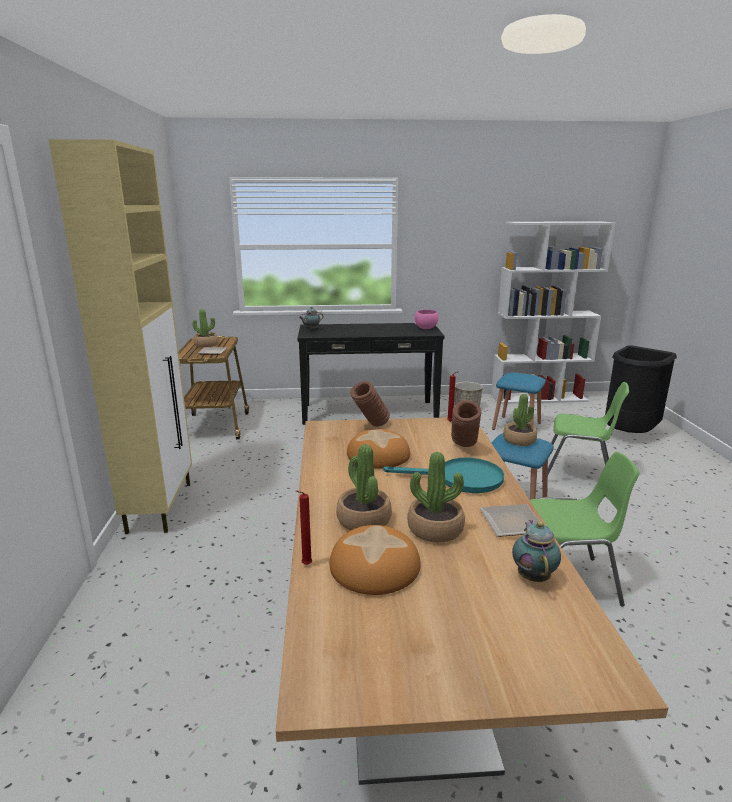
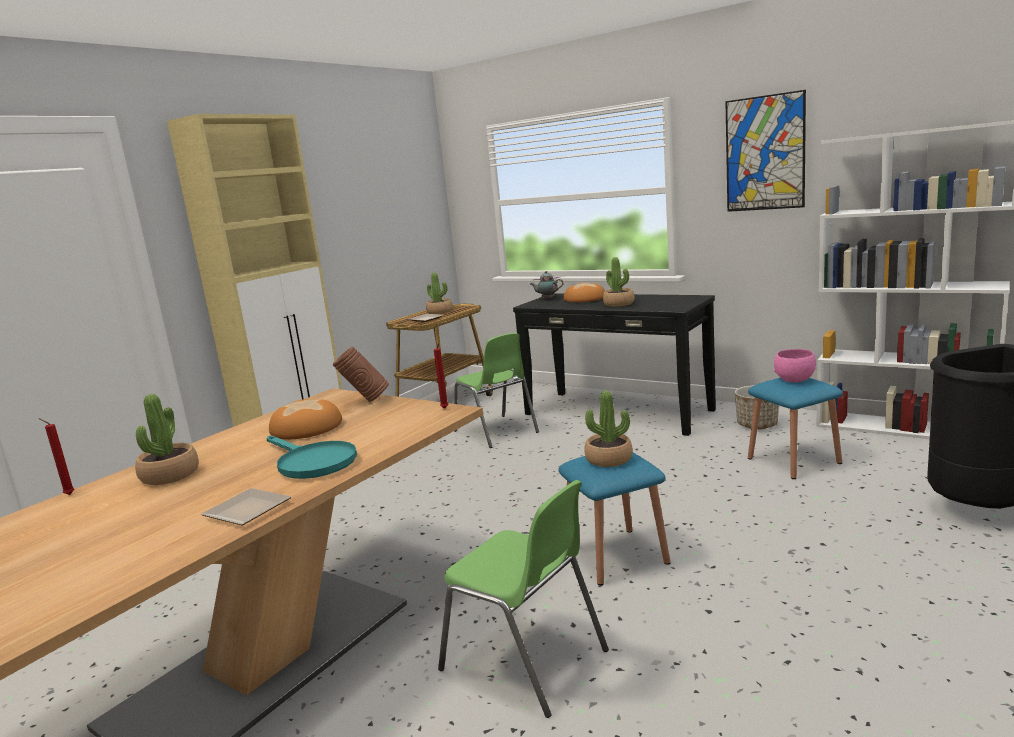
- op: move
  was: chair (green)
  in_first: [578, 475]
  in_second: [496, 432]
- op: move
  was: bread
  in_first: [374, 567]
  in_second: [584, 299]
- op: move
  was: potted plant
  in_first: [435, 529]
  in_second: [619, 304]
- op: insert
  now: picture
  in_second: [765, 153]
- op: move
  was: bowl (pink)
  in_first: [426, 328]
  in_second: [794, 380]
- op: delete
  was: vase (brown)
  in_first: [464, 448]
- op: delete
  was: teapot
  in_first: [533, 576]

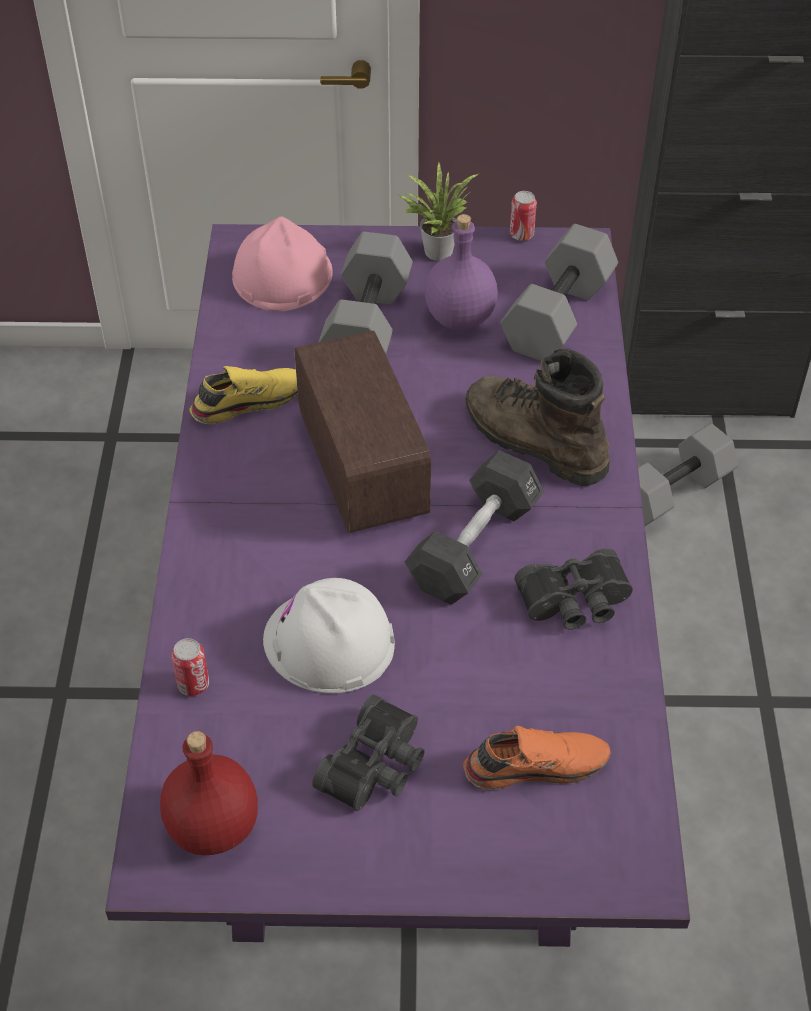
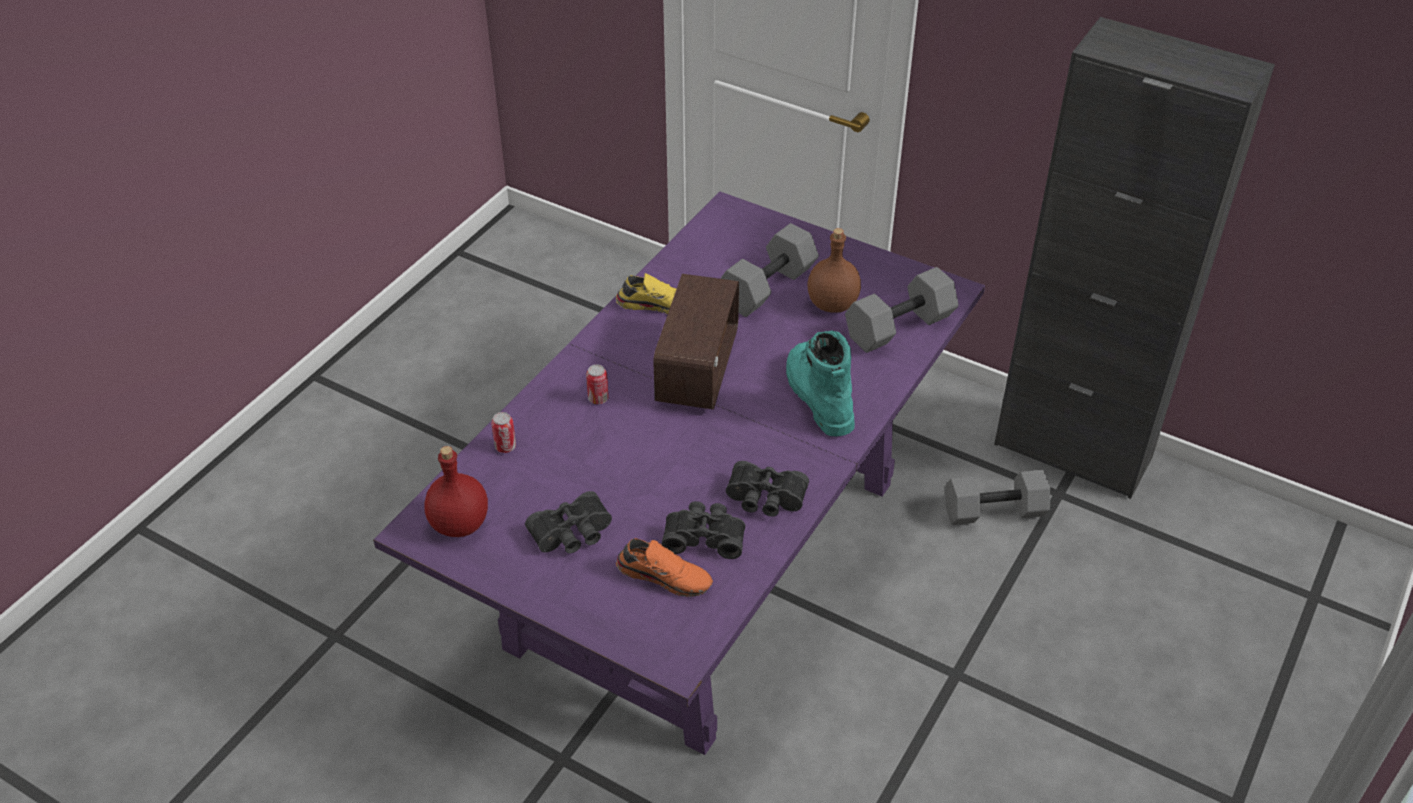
- op: move
  was: can
  in_first: [521, 235]
  in_second: [598, 399]
- op: insert
  now: binoculars (black)
  in_second: [704, 536]
- op: recolor
  was: boot (brown)
  now: boot (turquoise)
  in_first: [533, 441]
  in_second: [817, 396]
- op: recolor
  was: bottle (purple)
  now: bottle (brown)
  in_first: [460, 318]
  in_second: [832, 305]
- op: delete
  was: hard hat (pink)
  in_first: [281, 275]
- op: delete
  was: hard hat (white)
  in_first: [329, 642]
- op: delete
  was: potted plant
  in_first: [436, 249]
- op: delete
  was: dumbbell (black)
  in_first: [474, 546]

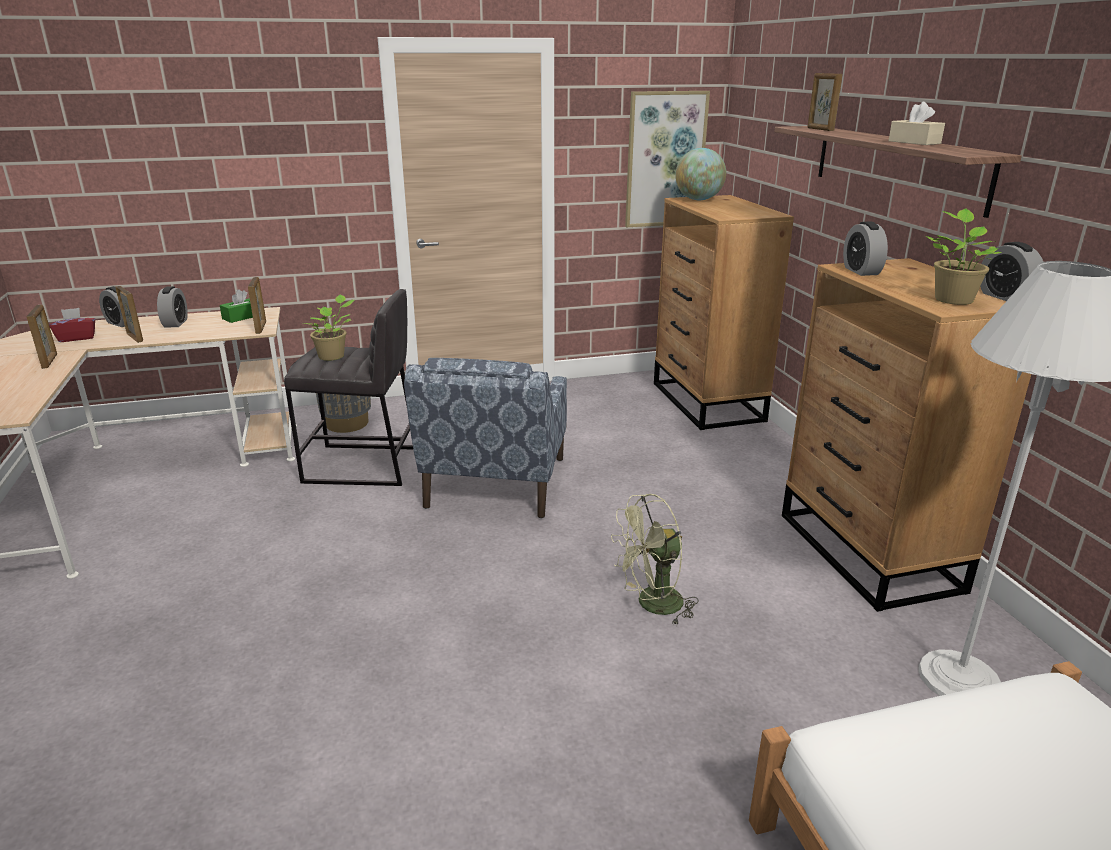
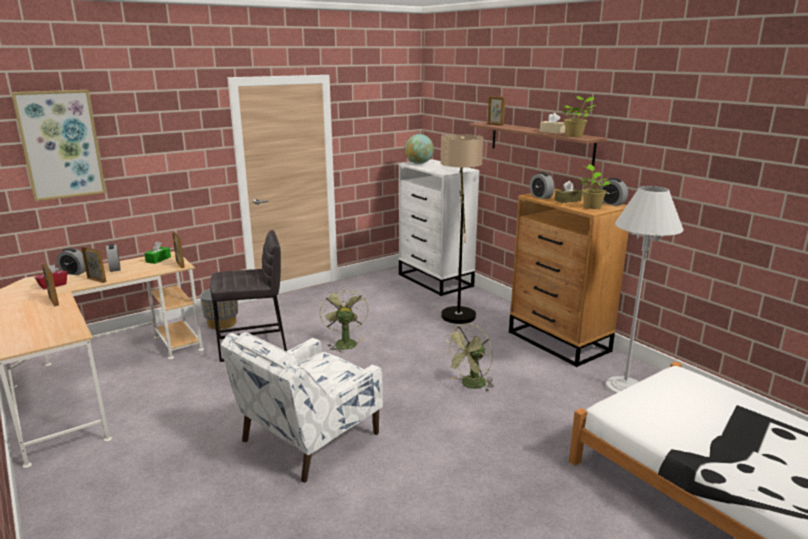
- op: move
  was: picture
  in_first: [665, 160]
  in_second: [61, 145]
- op: insert
  now: armchair (white)
  in_second: [308, 438]
- op: replace
  was: armchair (blue)
  now: fan (green)
  in_first: [495, 484]
  in_second: [344, 342]
- op: recolor
  was: dresser (brown)
  now: dresser (white)
  in_first: [707, 402]
  in_second: [435, 280]
- op: insert
  now: floor lamp
  in_second: [457, 310]
- op: insert
  now: tissue box (brown)
  in_second: [567, 200]
- op: move
  was: potted plant
  in_first: [333, 356]
  in_second: [575, 136]

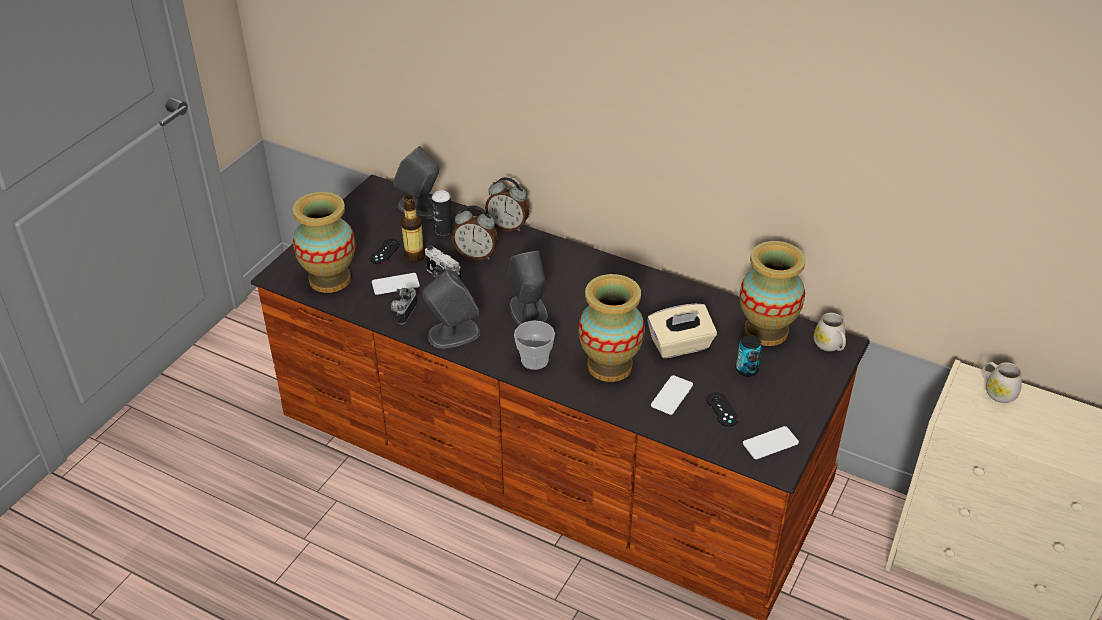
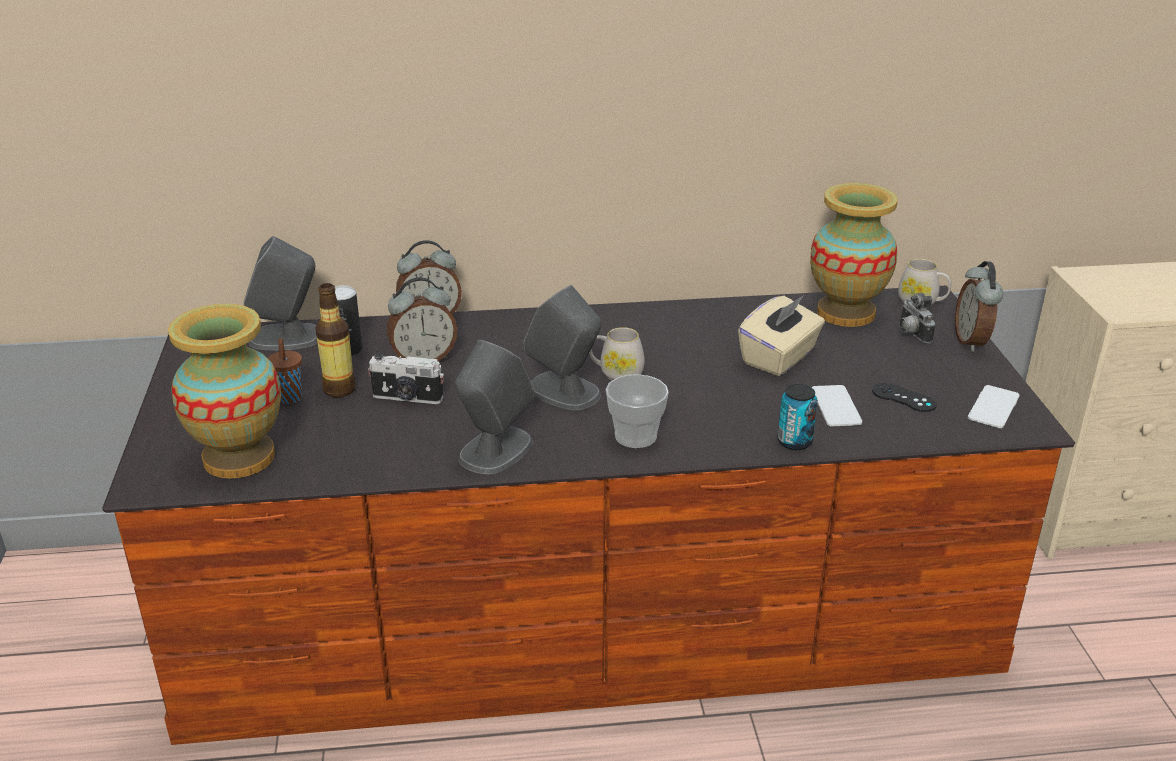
- op: replace
  was: game controller (black)
  now: cup (brown)
  in_first: [385, 251]
  in_second: [289, 399]
- op: move
  was: mug (white)
  in_first: [996, 392]
  in_second: [616, 373]
- op: move
  was: can
  in_first: [746, 370]
  in_second: [794, 442]
- op: move
  was: photo camera
  in_first: [404, 313]
  in_second: [911, 333]
- op: insert
  now: alarm clock
  in_second: [972, 342]
- op: delete
  was: phone
  in_first: [395, 284]
- op: delete
  was: vase
  in_first: [609, 366]

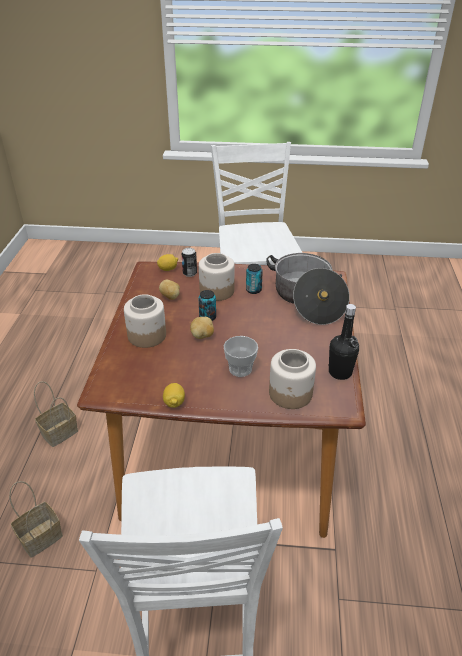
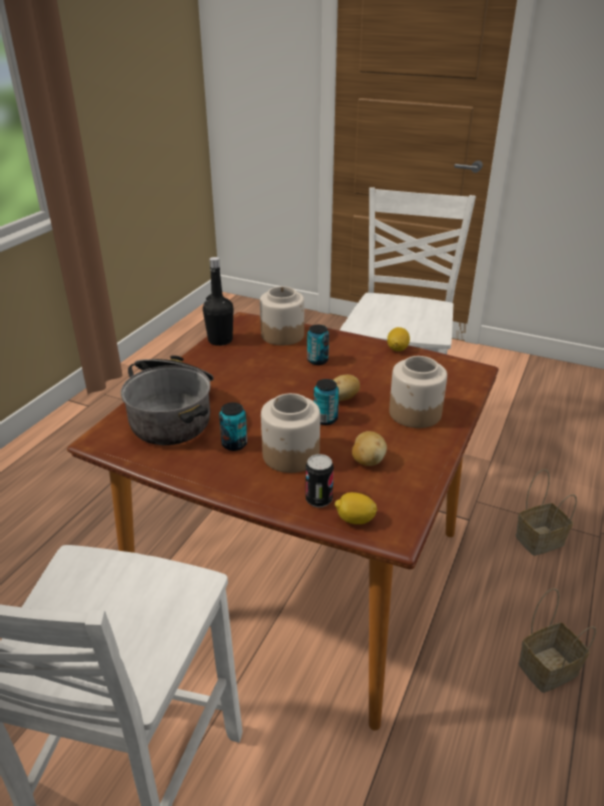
- op: replace
  was: cup
  now: can
  in_first: [240, 369]
  in_second: [317, 360]

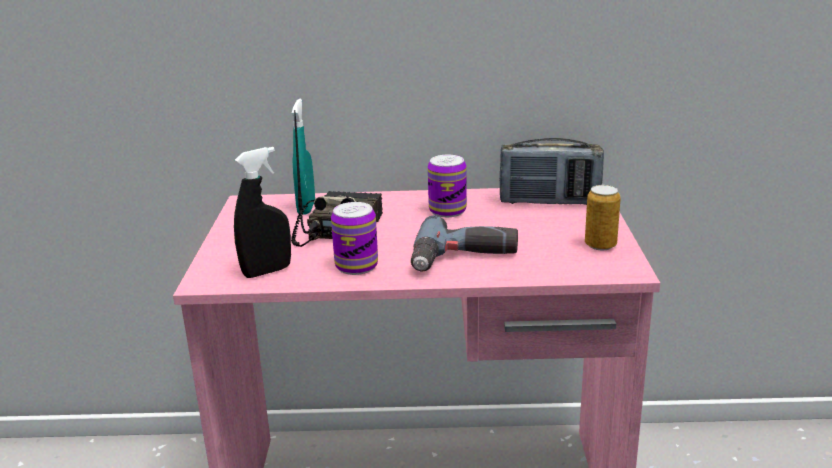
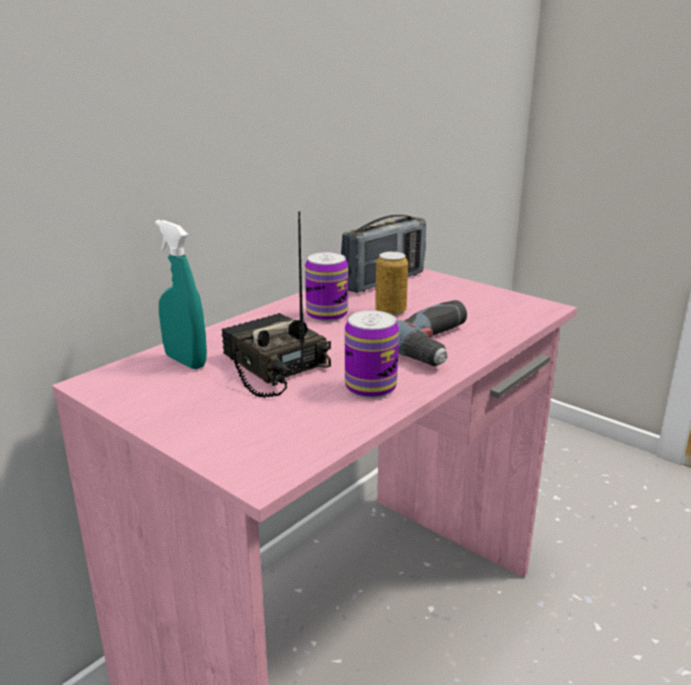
- op: move
  was: can
  in_first: [600, 245]
  in_second: [390, 311]
- op: delete
  was: spray bottle (black)
  in_first: [267, 271]

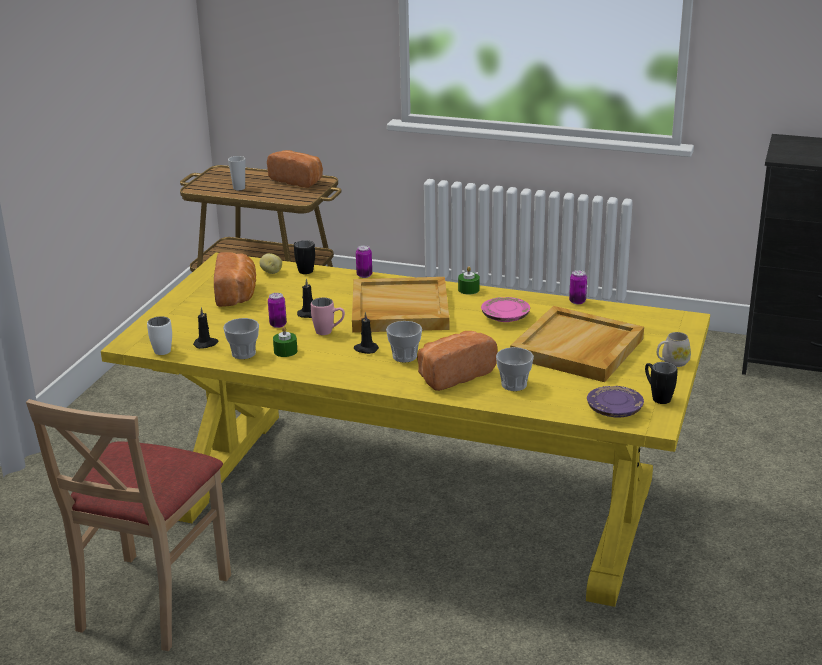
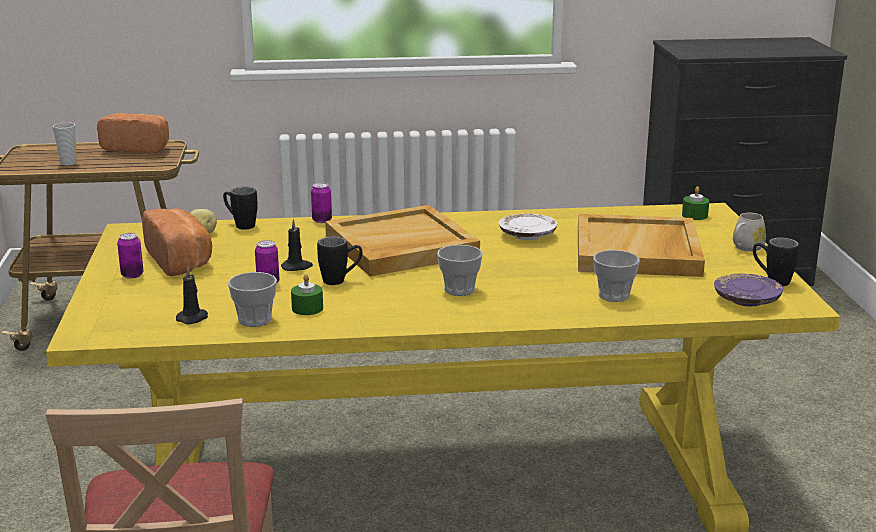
- op: move
  was: can
  in_first: [577, 301]
  in_second: [132, 275]
- op: recolor
  was: mug (pink)
  now: mug (black)
  in_first: [329, 332]
  in_second: [341, 280]
- op: recolor
  was: plate (pink)
  now: plate (white)
  in_first: [505, 317]
  in_second: [527, 235]
- op: move
  was: candle (green)
  in_first: [468, 289]
  in_second: [694, 215]
- op: delete
  was: mug (white)
  in_first: [162, 348]
- op: delete
  was: candle (black)
  in_first: [365, 349]
- op: delete
  was: bread
  in_first: [453, 374]

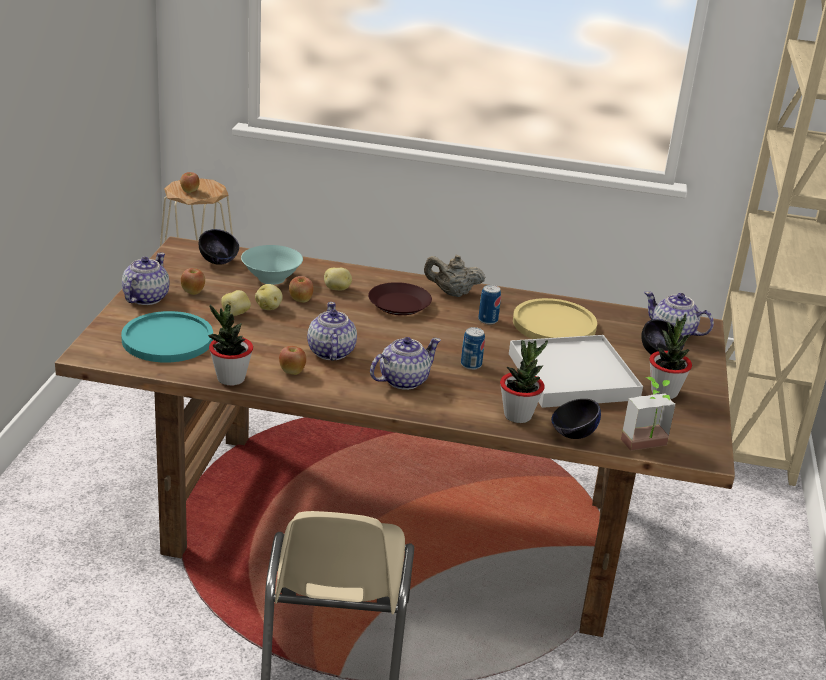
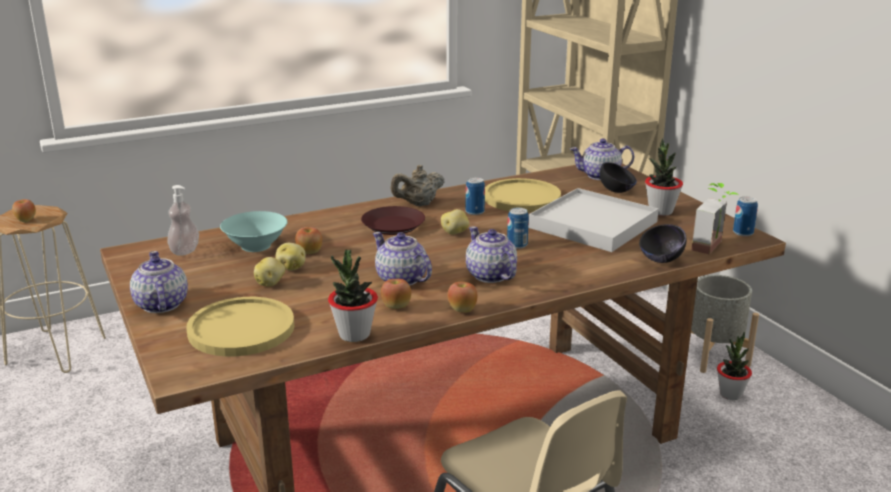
- op: replace
  was: bowl (black)
  now: soap dispenser
  in_first: [218, 262]
  in_second: [185, 251]
- op: recolor
  was: plate (turquoise)
  now: plate (yellow)
  in_first: [167, 339]
  in_second: [241, 329]
- op: move
  was: potato
  in_first: [337, 289]
  in_second: [455, 232]
- op: move
  was: apple
  in_first: [193, 292]
  in_second: [462, 310]
- op: rotate
  was: teapot
  in_first: [403, 380]
  in_second: [490, 276]
  clockwise: -45
- op: insert
  now: planter (grey)
  in_second: [712, 355]
- op: move
  was: potted plant
  in_first: [518, 415]
  in_second: [730, 394]
- op: insert
  now: can
  in_second: [743, 233]

